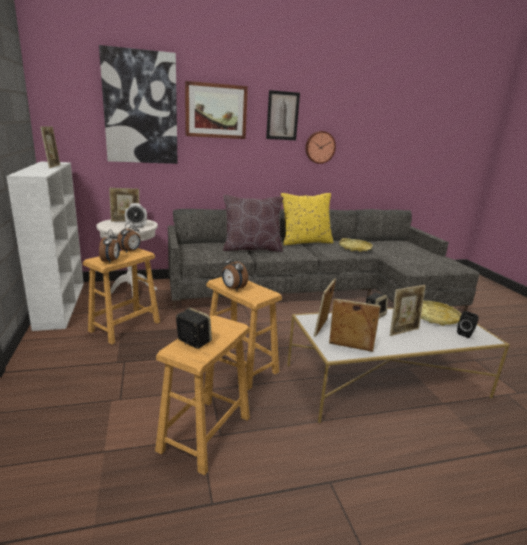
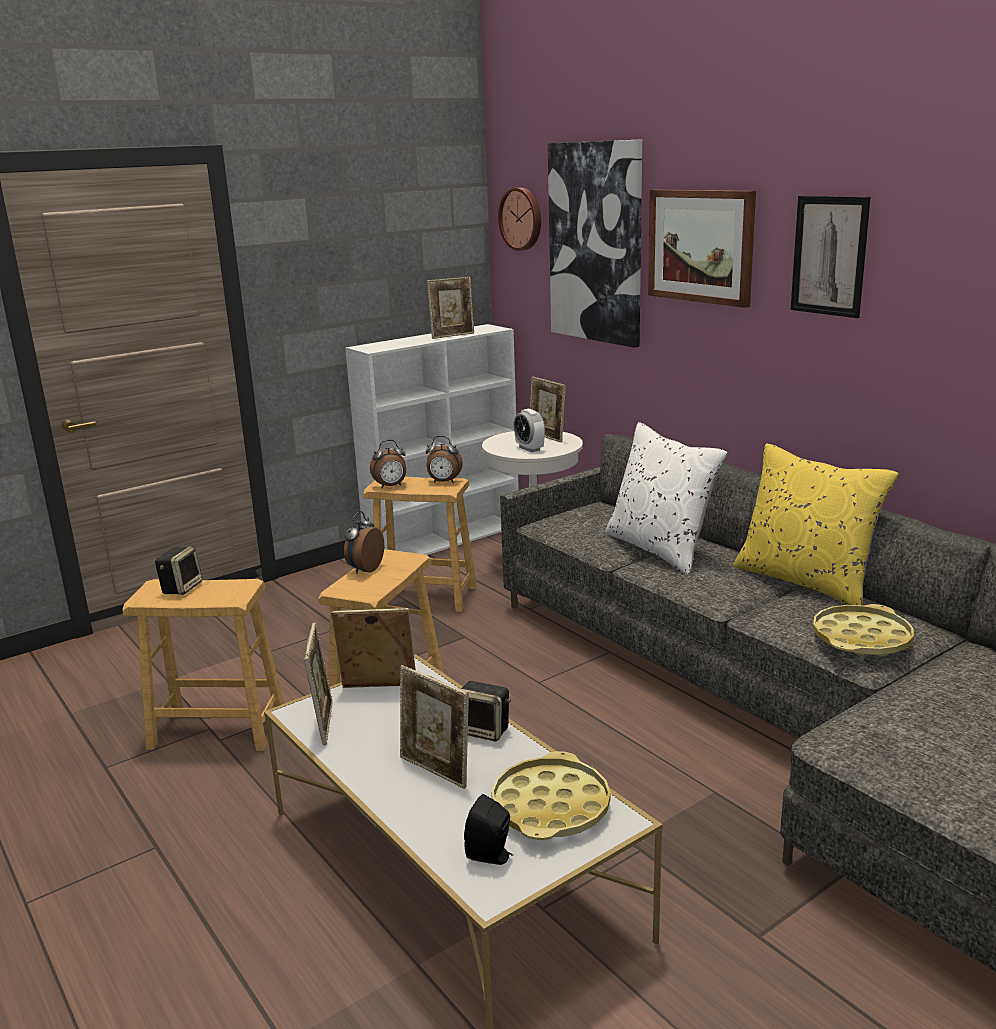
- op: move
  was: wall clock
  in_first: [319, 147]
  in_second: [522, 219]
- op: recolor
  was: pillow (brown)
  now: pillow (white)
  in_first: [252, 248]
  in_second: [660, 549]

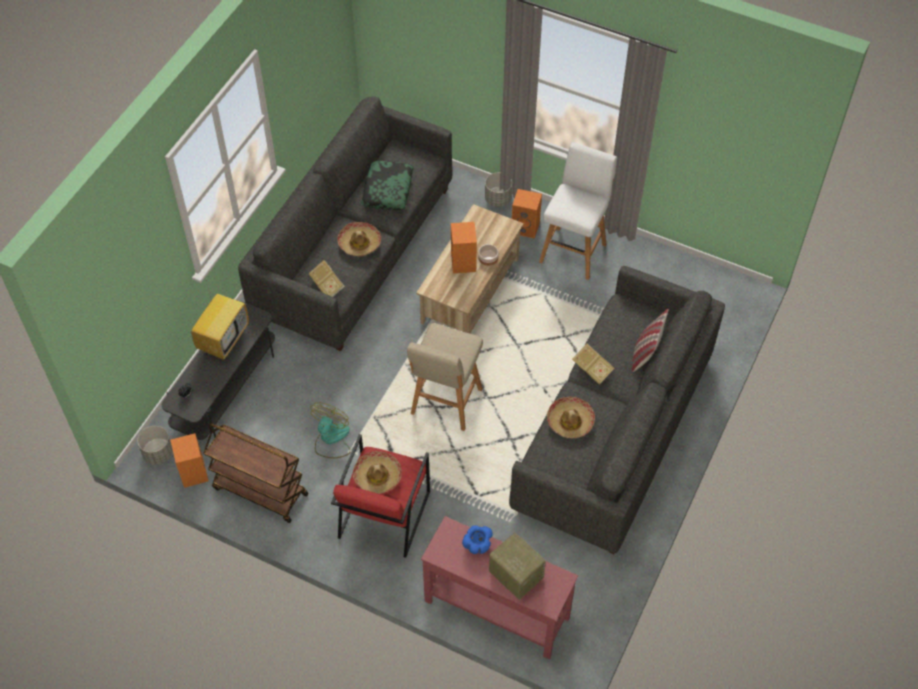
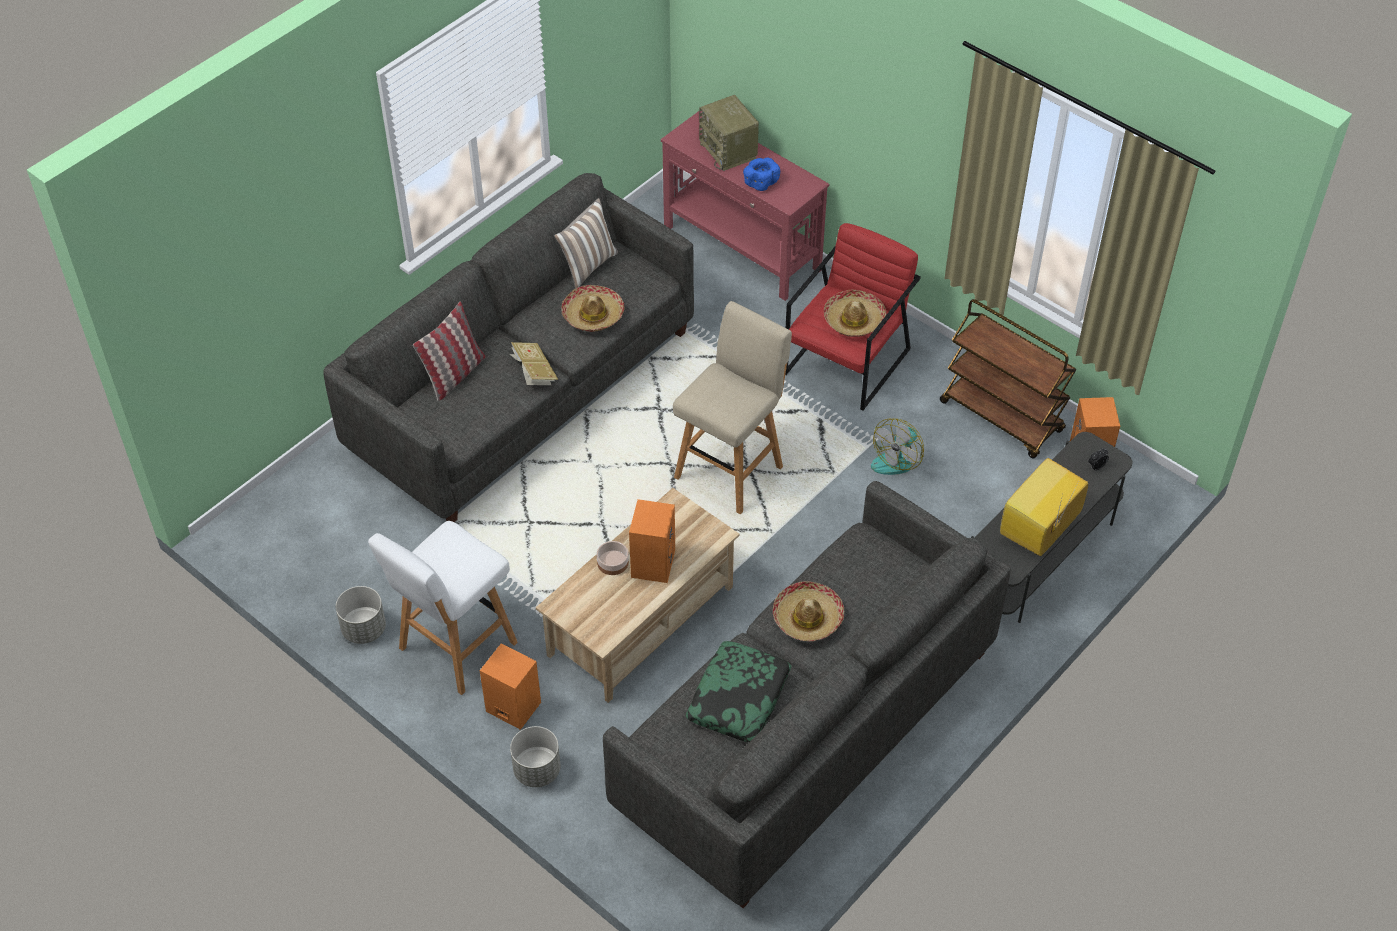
- op: move
  was: planter (grey)
  in_first: [158, 453]
  in_second: [363, 629]
- op: insert
  now: pillow
  in_second: [587, 266]
- op: delete
  was: book
  in_first: [327, 285]

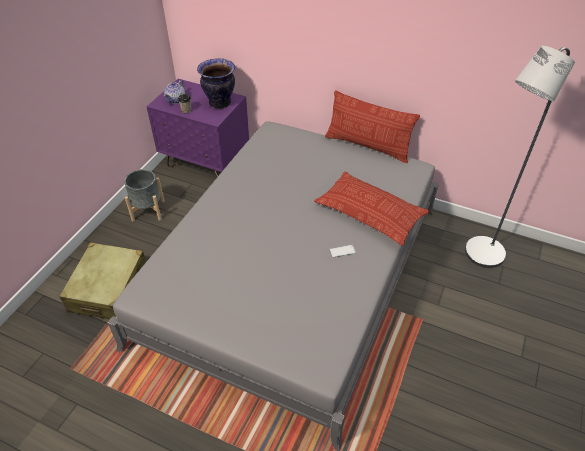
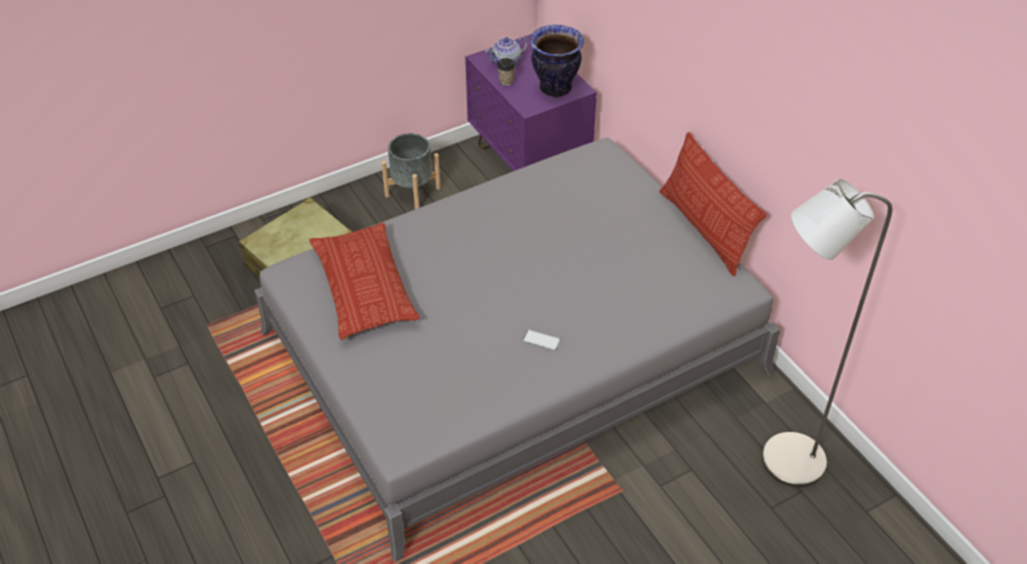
- op: move
  was: pillow
  in_first: [370, 212]
  in_second: [364, 287]

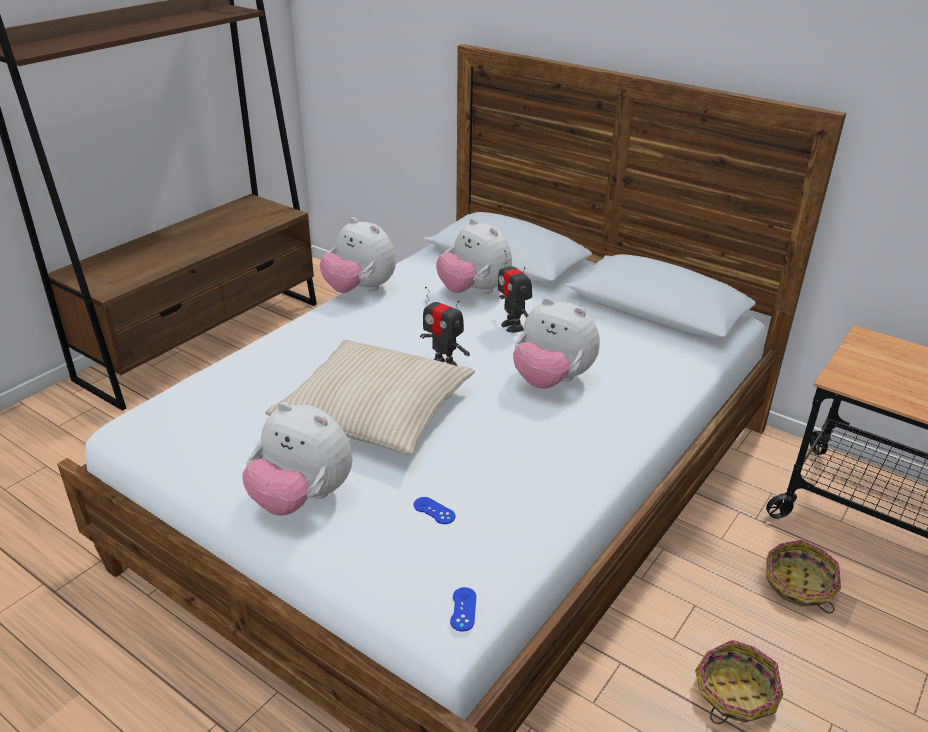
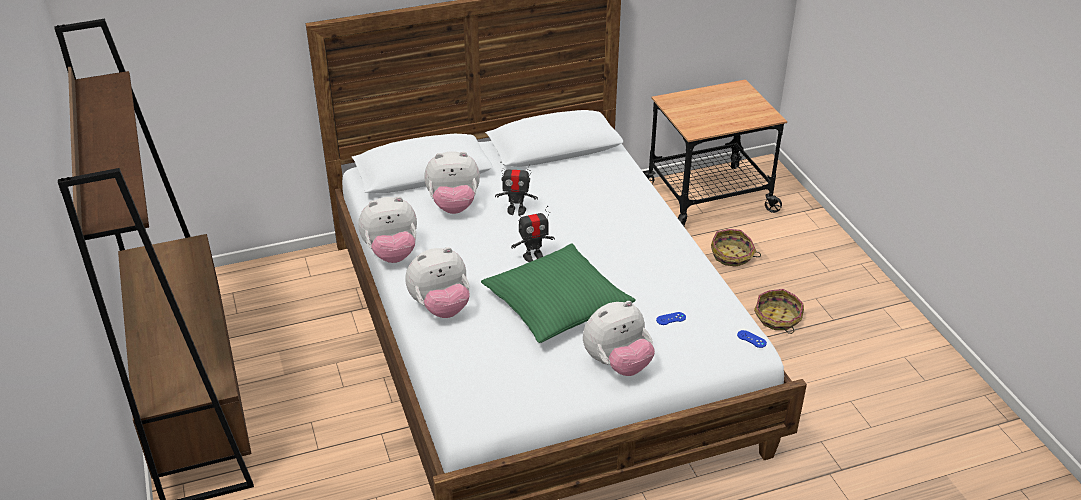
- op: move
  was: plush toy
  in_first: [552, 380]
  in_second: [441, 307]
- op: recolor
  was: pillow (beige)
  now: pillow (green)
  in_first: [375, 411]
  in_second: [556, 304]

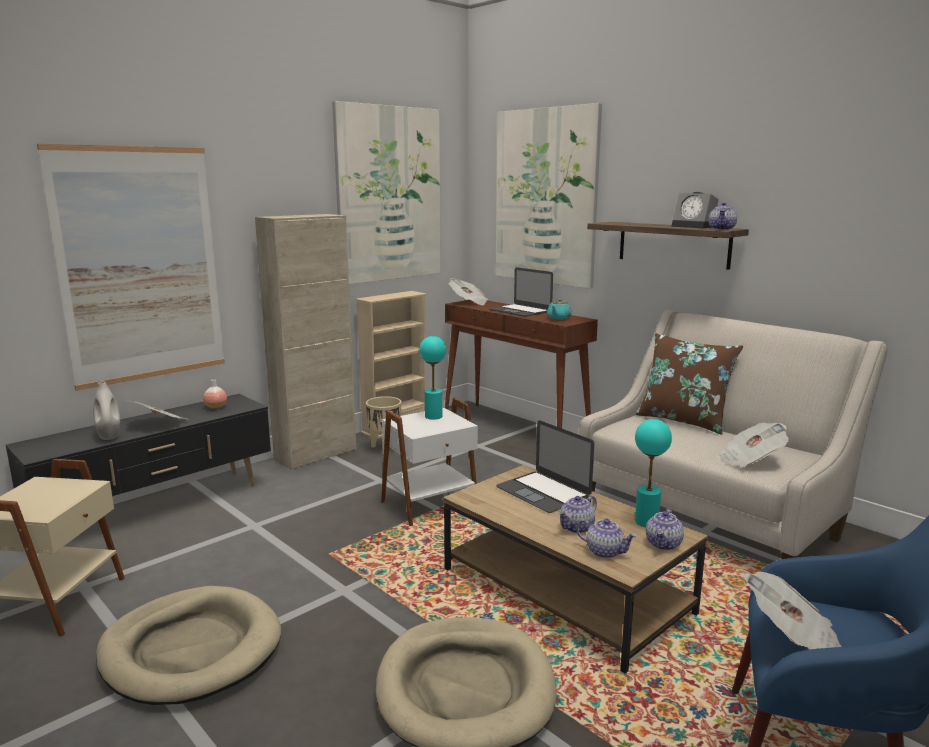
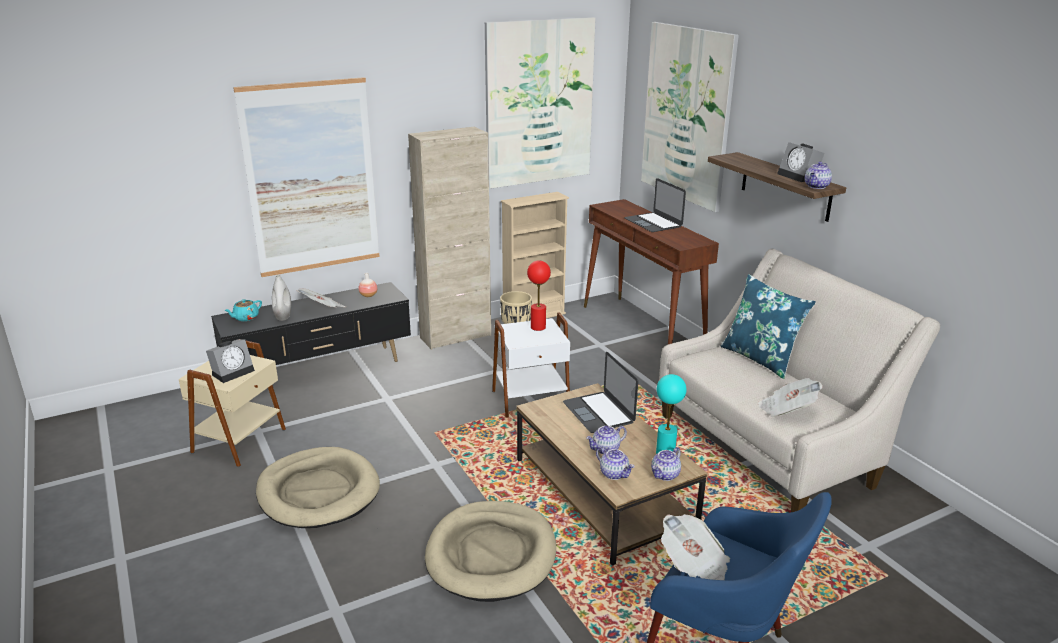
- op: insert
  now: alarm clock
  in_second: [233, 372]
- op: move
  was: teapot (turquoise)
  in_first: [558, 318]
  in_second: [245, 318]
- op: recolor
  was: table lamp (turquoise)
  now: table lamp (red)
  in_first: [433, 416]
  in_second: [538, 327]
- op: recolor
  was: pillow (brown)
  now: pillow (blue)
  in_first: [683, 420]
  in_second: [760, 358]
- op: delete
  was: newspaper
  in_first: [469, 303]

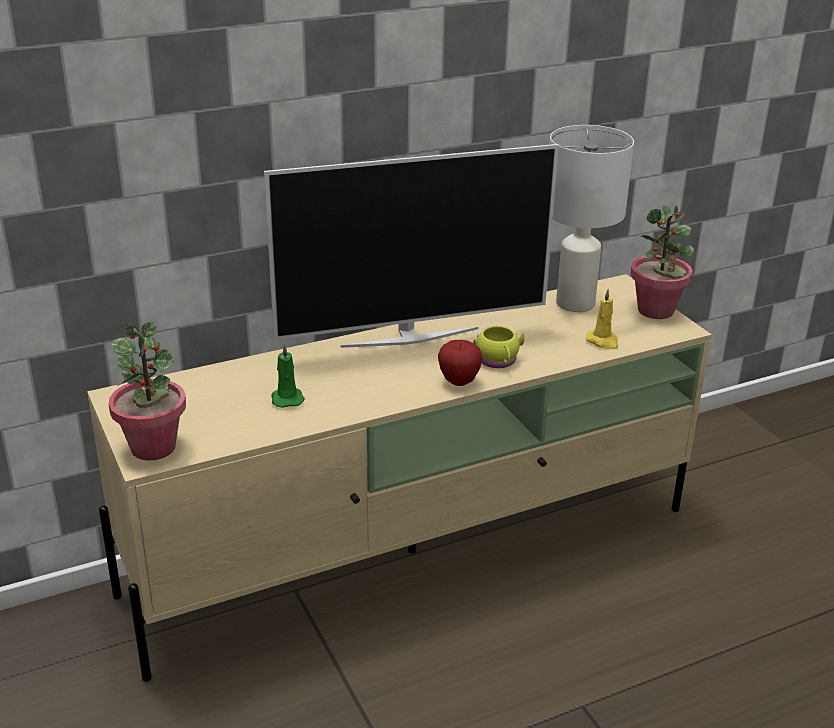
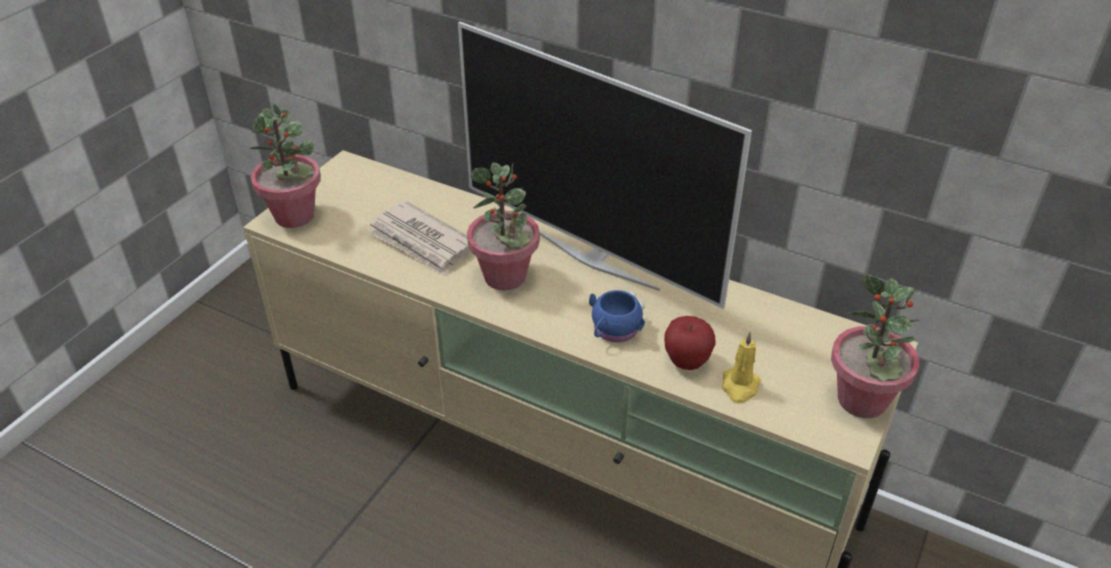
- op: replace
  was: candle (green)
  now: newspaper
  in_first: [287, 398]
  in_second: [422, 242]
- op: insert
  now: potted plant
  in_second: [505, 276]
- op: recolor
  was: mug (yellow)
  now: mug (blue)
  in_first: [498, 361]
  in_second: [613, 331]
- op: move
  was: apple
  in_first: [459, 381]
  in_second: [686, 362]
- op: delete
  was: table lamp (white)
  in_first: [574, 303]

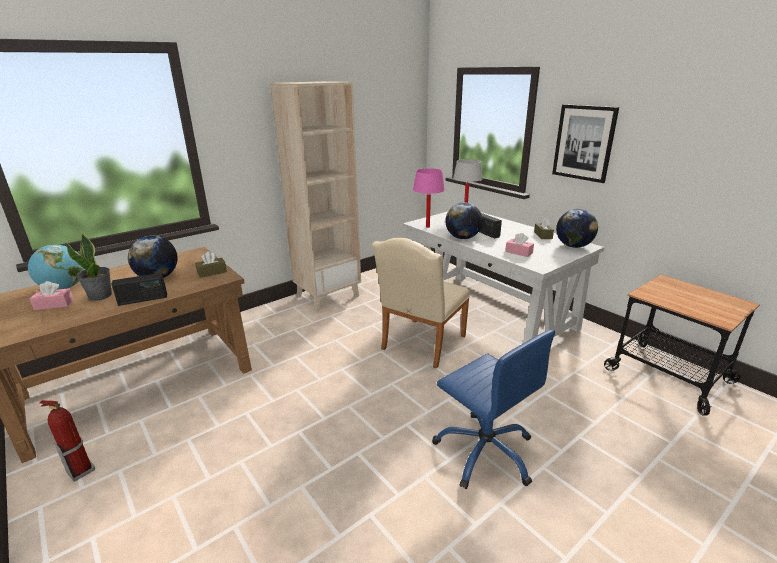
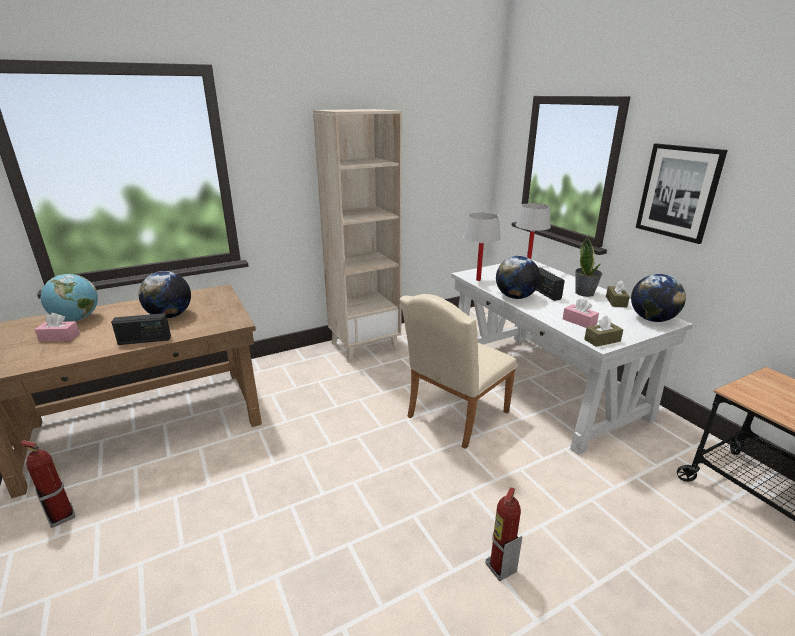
- op: recolor
  was: table lamp (pink)
  now: table lamp (white)
  in_first: [427, 227]
  in_second: [478, 280]
- op: replace
  was: office chair (blue)
  now: fire extinguisher
  in_first: [485, 451]
  in_second: [500, 567]
- op: move
  was: potted plant
  in_first: [100, 296]
  in_second: [585, 293]
- op: move
  was: tissue box (brown)
  in_first: [212, 272]
  in_second: [602, 340]

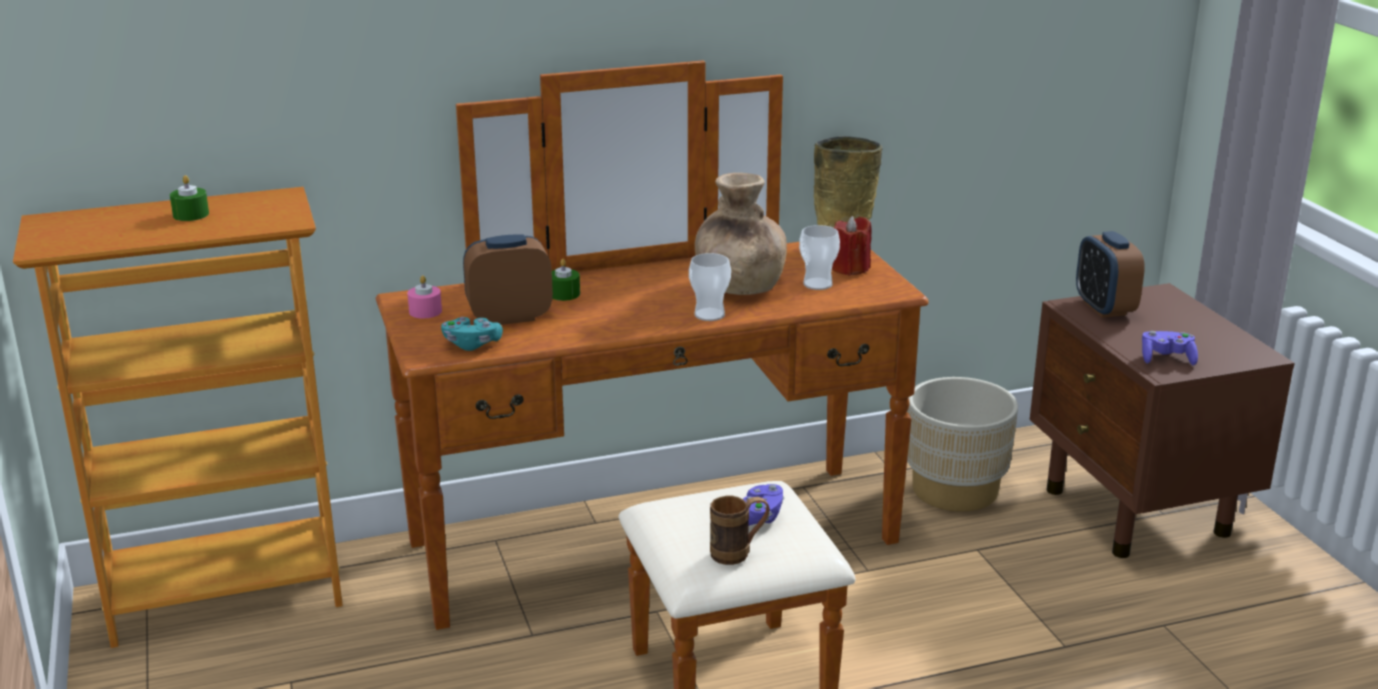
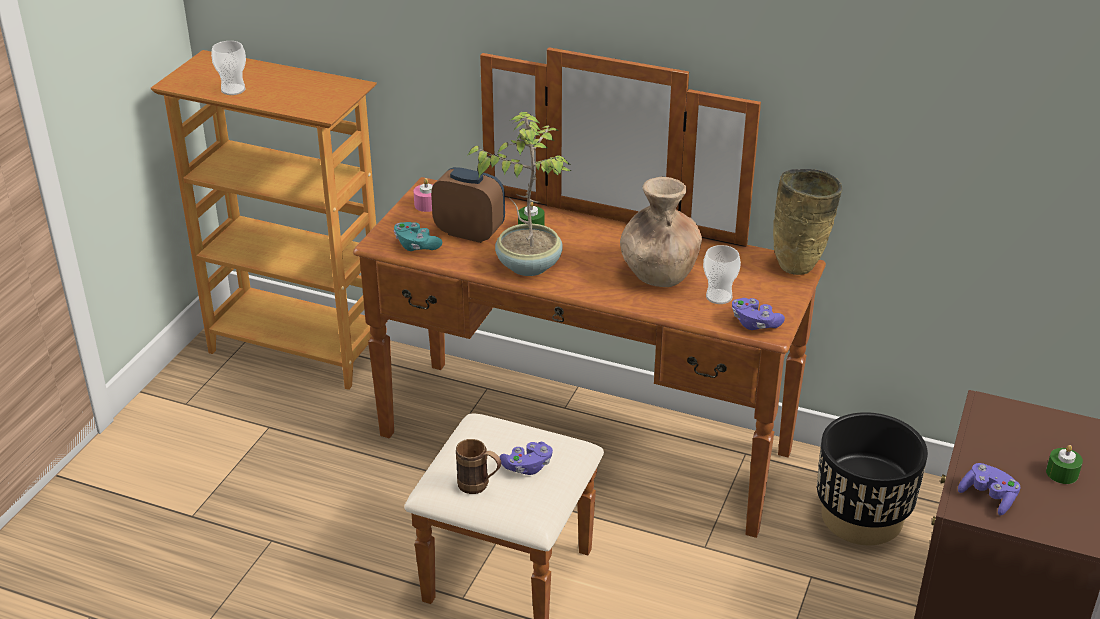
- op: move
  was: cup
  in_first: [709, 315]
  in_second: [233, 90]
- op: insert
  now: potted plant
  in_second: [528, 264]
- op: insert
  now: game controller (purple)
  in_second: [754, 323]
- op: recolor
  was: planter (beige)
  now: planter (black)
  in_first: [955, 490]
  in_second: [862, 518]
- op: move
  was: candle (green)
  in_first: [191, 214]
  in_second: [1062, 473]
- op: delete
  was: candle (red)
  in_first: [850, 268]
- op: delete
  was: alarm clock
  in_first: [1104, 308]

